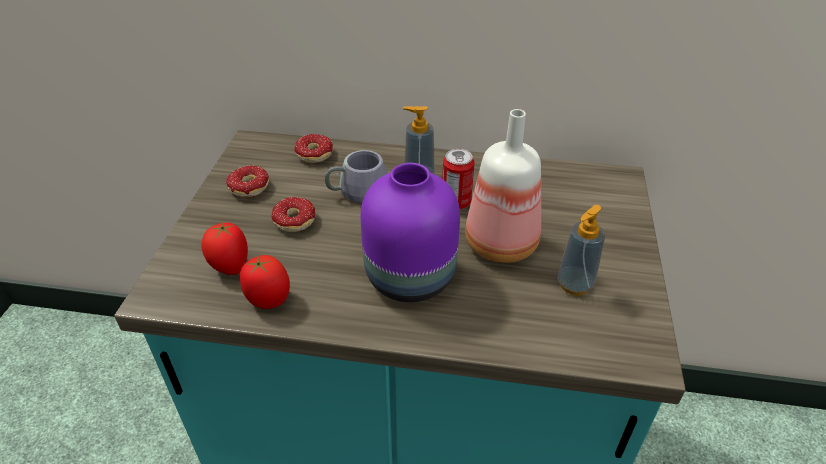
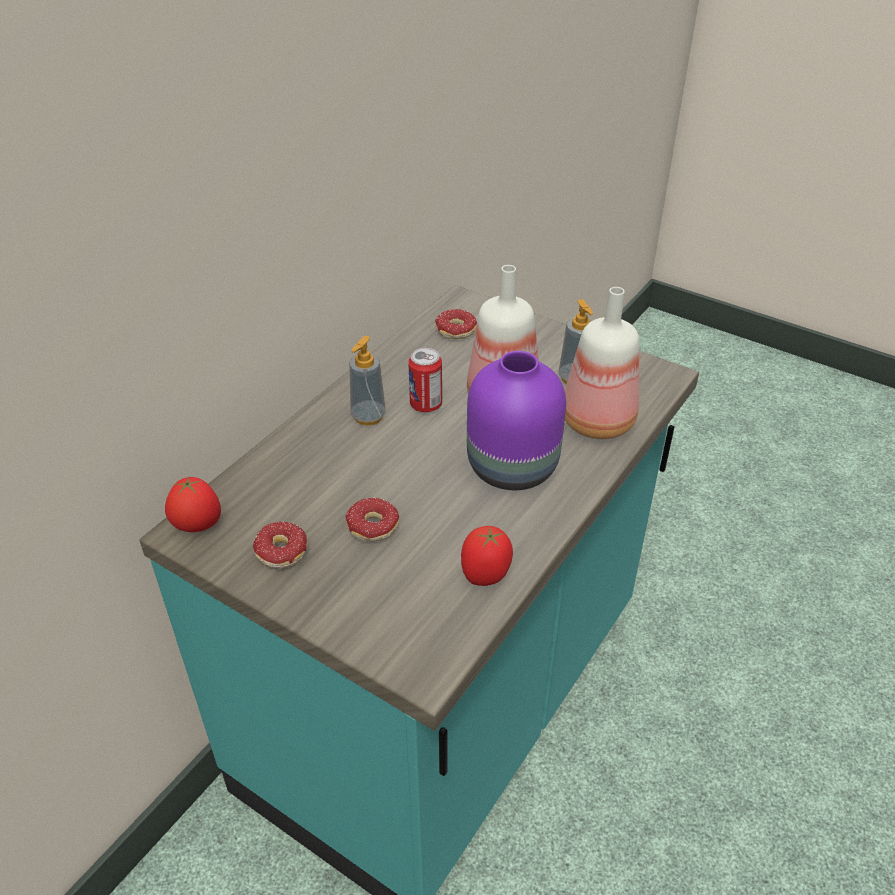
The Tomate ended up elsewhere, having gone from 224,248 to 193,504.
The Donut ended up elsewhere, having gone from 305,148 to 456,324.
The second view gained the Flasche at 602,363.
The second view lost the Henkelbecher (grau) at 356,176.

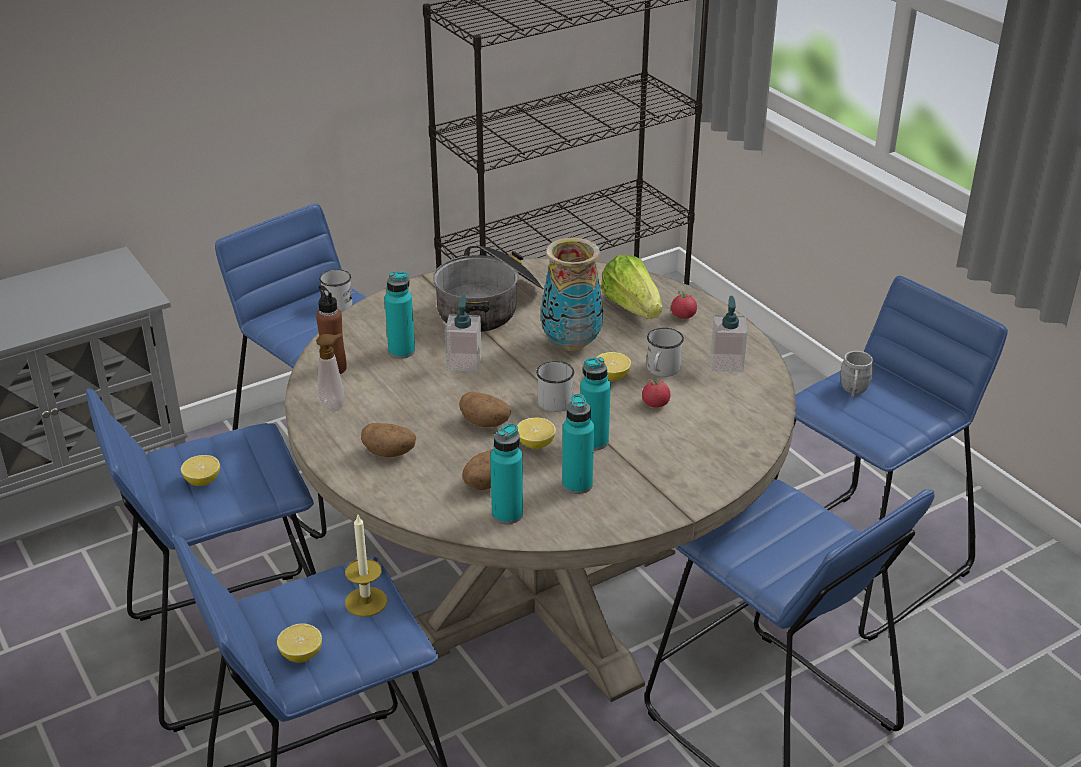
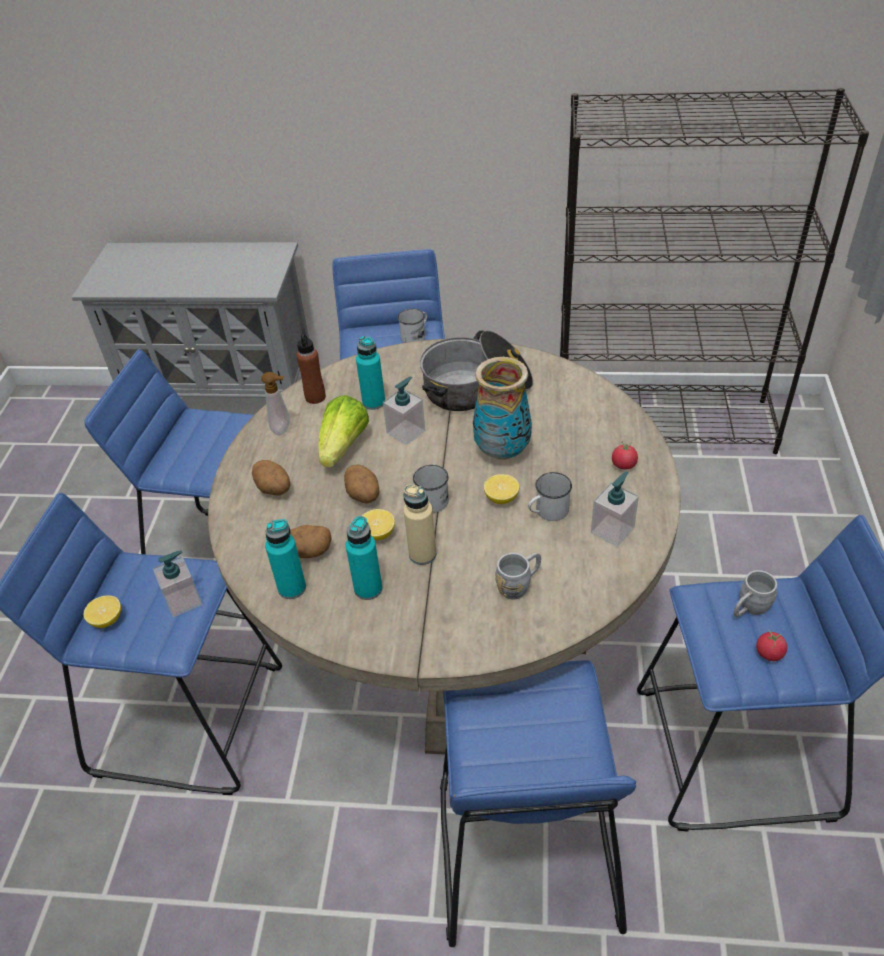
Where the Kerze stood at 366,566, the Seifenspender came to stand at 177,583.
The Salatkopf ended up elsewhere, having gone from 631,287 to 344,431.
What was the Flasche (türkis) at 595,403 turned into the Flasche (beige) at 419,525.
The second view gained the Henkelbecher (grau) at 518,576.
The Tomate ended up elsewhere, having gone from 656,393 to 771,645.
The second view lost the Zitrone at 200,470.

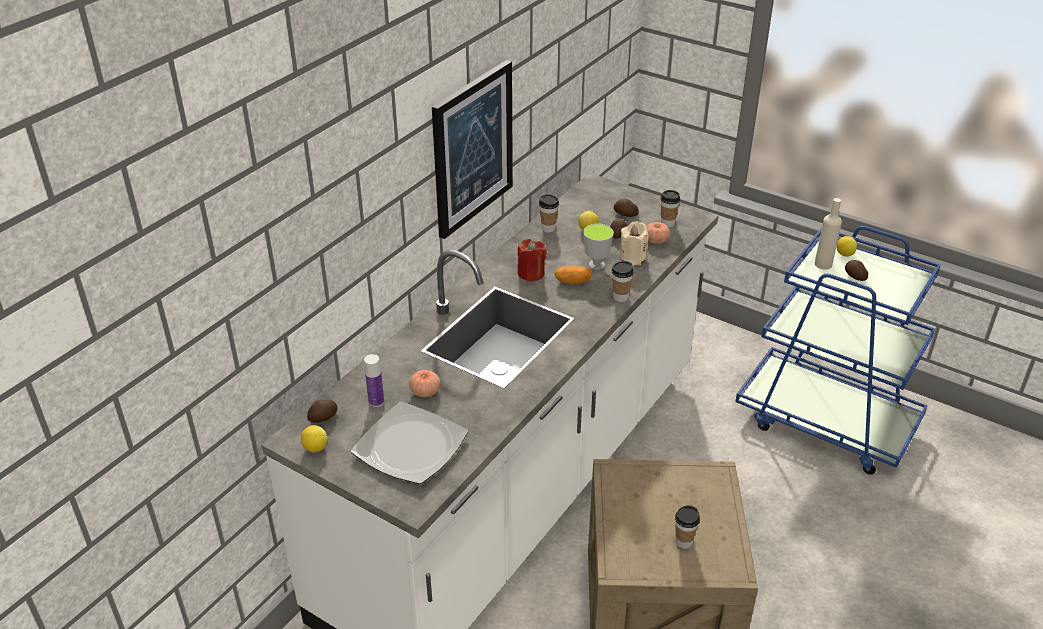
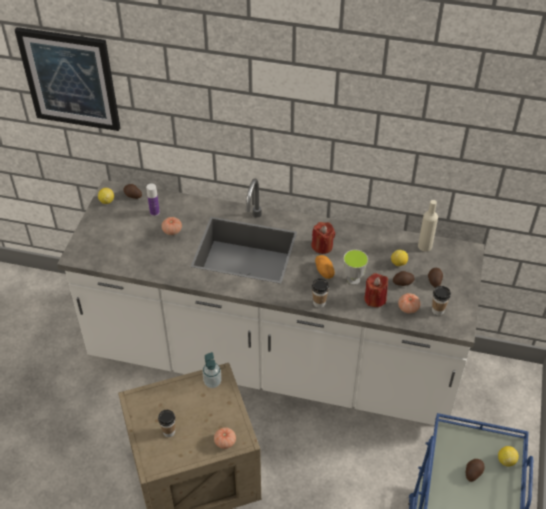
The Bild ended up elsewhere, having gone from 472,149 to 67,79.
The second view gained the Seifenspender at 212,370.
The second view gained the Tomate at 225,438.
What was the Kerze (beige) at 634,243 turned into the Kerze (rot) at 376,290.
The Flasche (beige) ended up elsewhere, having gone from 828,234 to 428,226.
The second view lost the Teller at 409,443.
The second view lost the Tasse at 549,213.

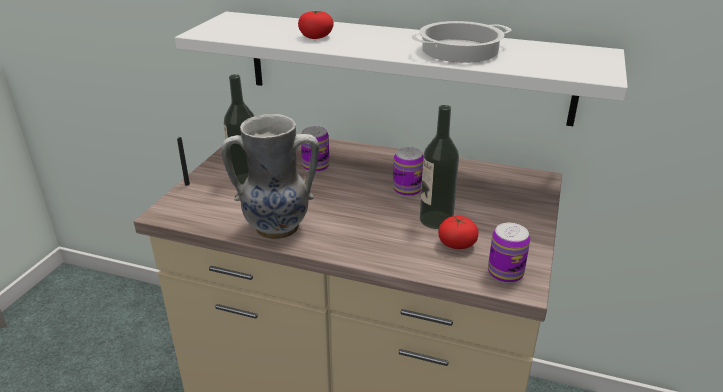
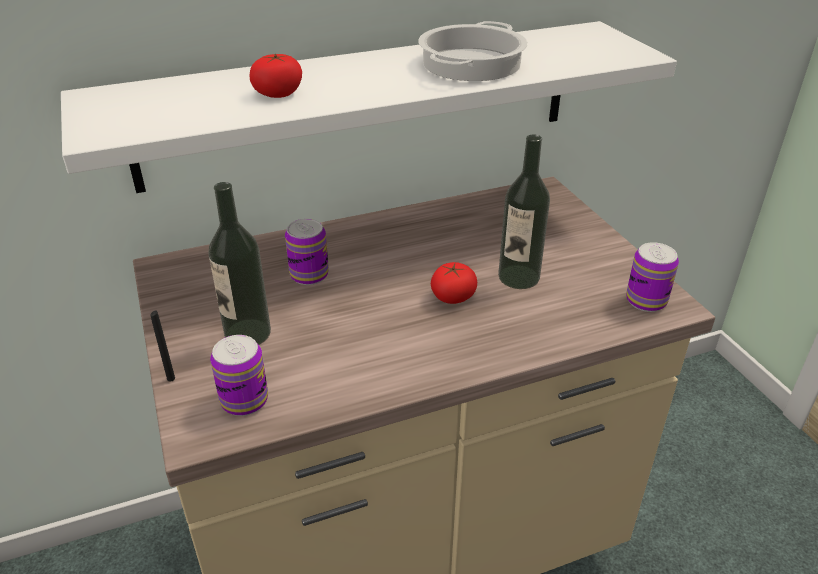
The Dose ended up elsewhere, having gone from 408,172 to 239,375.
The Tomate ended up elsewhere, having gone from 458,232 to 454,283.
The second view lost the Vase at 270,176.

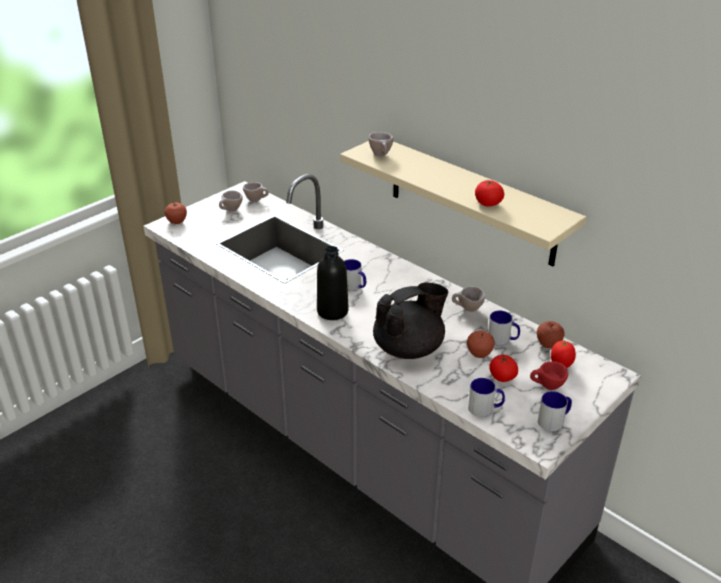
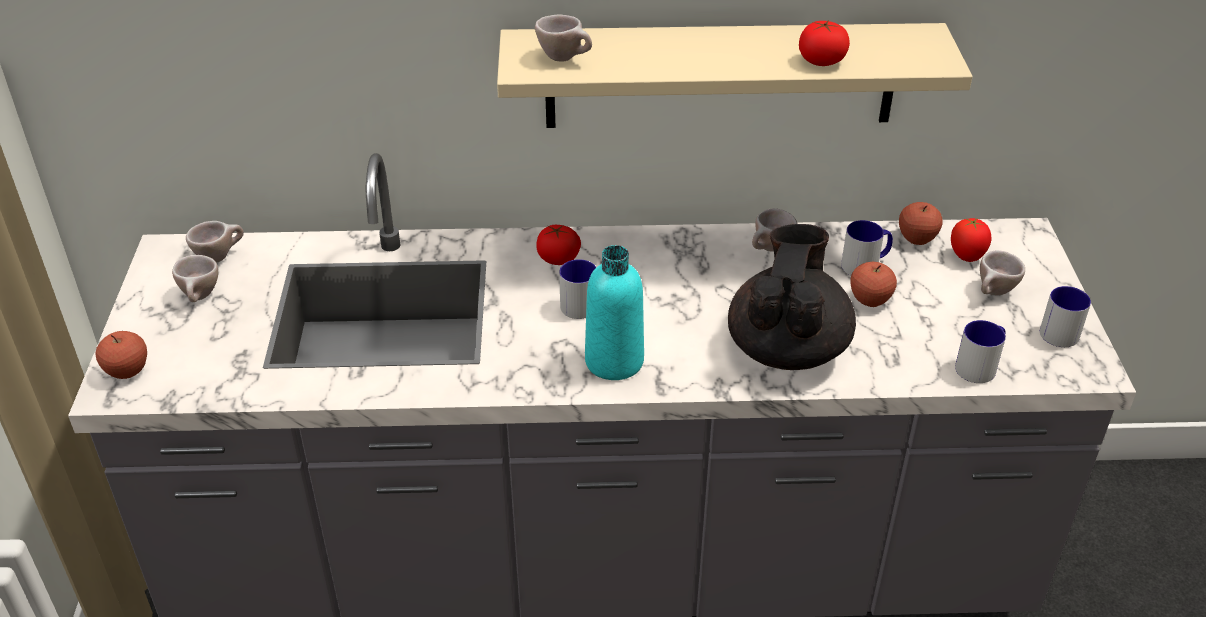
The Tomate ended up elsewhere, having gone from 503,368 to 558,245.
What was the Flasche (schwarz) at 333,283 turned into the Flasche (türkis) at 614,312.
What was the Tasse (rot) at 549,375 turned into the Tasse (beige) at 1002,272.

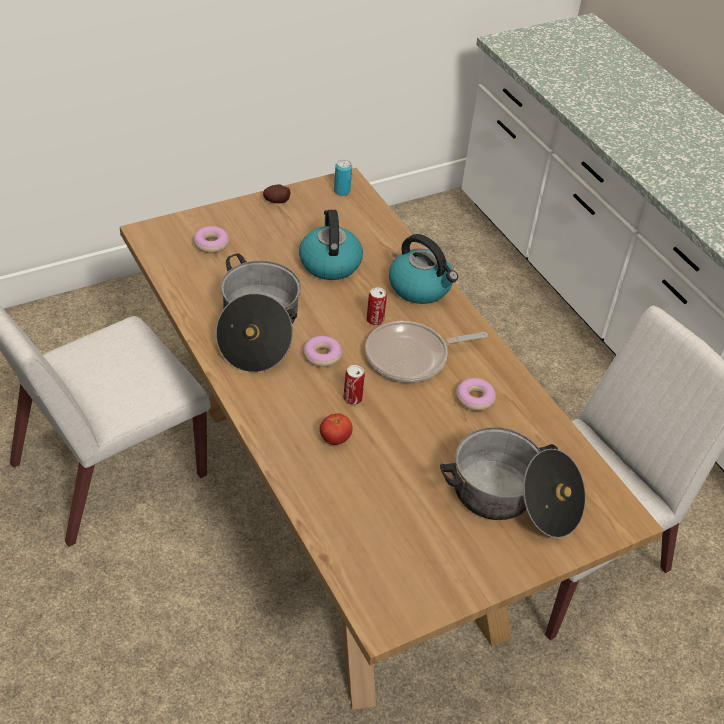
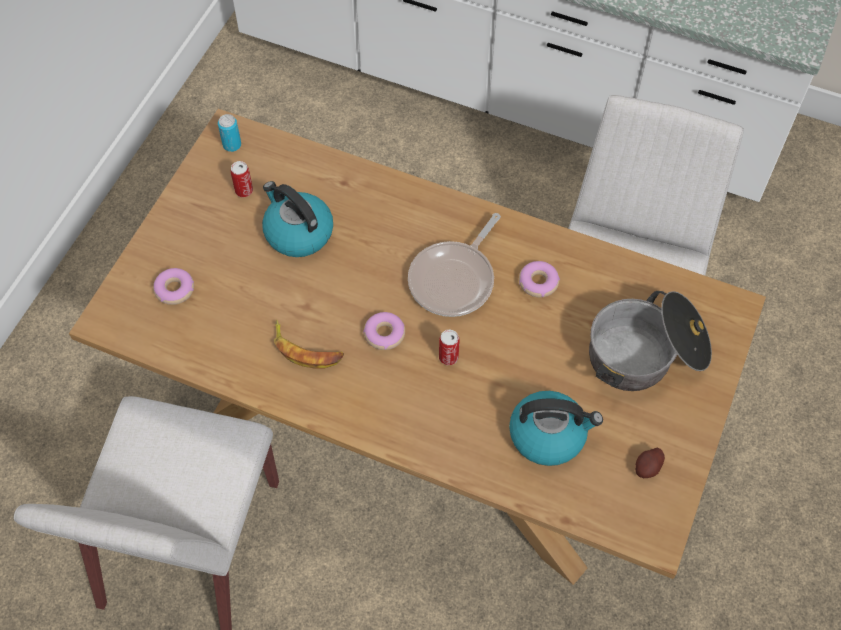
The Dose ended up elsewhere, having gone from 377,306 to 242,179.
Where the Kochtopf stood at 258,312, the Banane came to stand at 309,344.
The Wasserkessel ended up elsewhere, having gone from 423,269 to 556,428.
The Kartoffel ended up elsewhere, having gone from 276,193 to 650,463.
The second view lost the Tomate at 336,429.

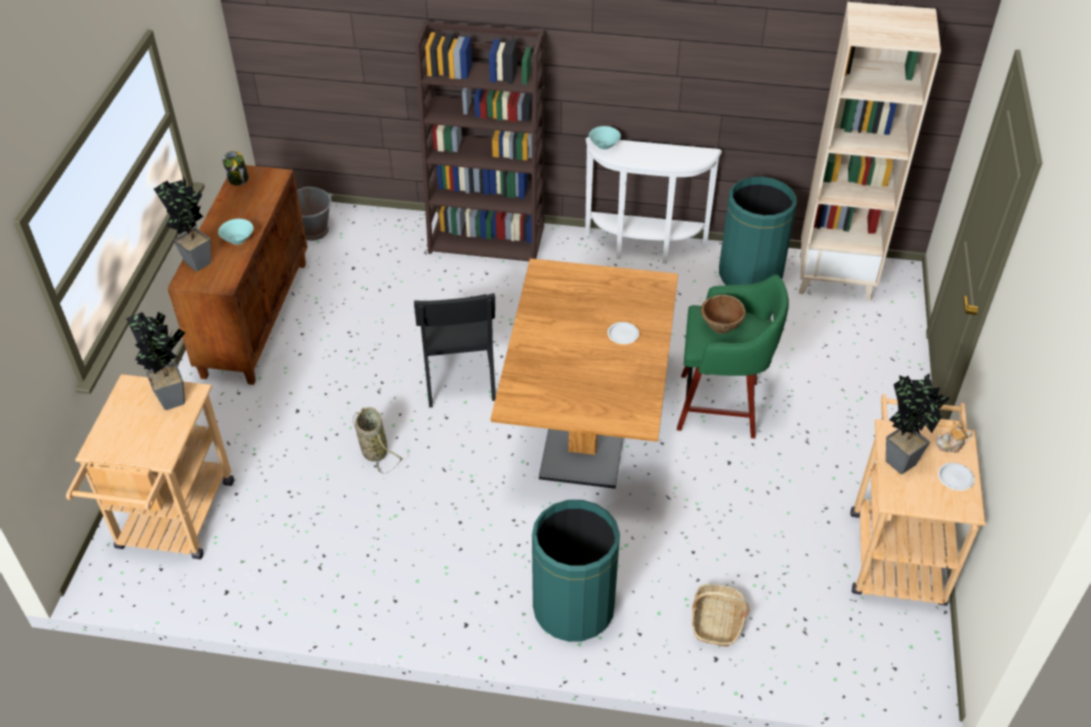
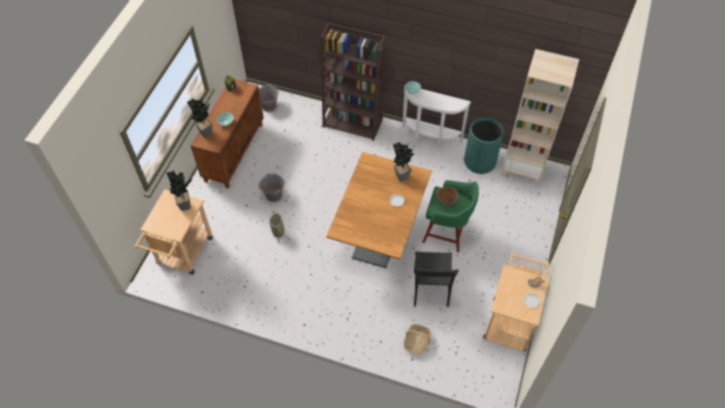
The second view gained the Eimer (grau) at 271,187.
The Topfpflanze ended up elsewhere, having gone from 918,423 to 403,162.
The Stuhl (schwarz) ended up elsewhere, having gone from 455,350 to 436,279.
The second view lost the Mülleimer (grün) at 576,571.

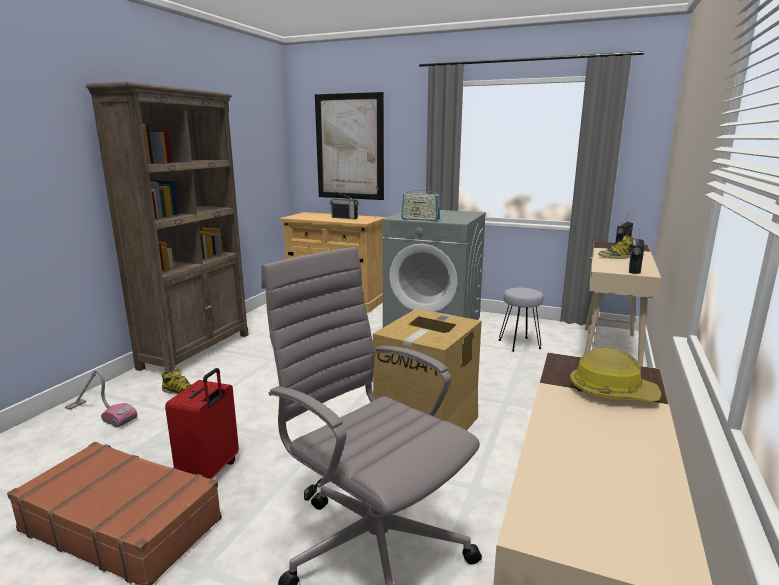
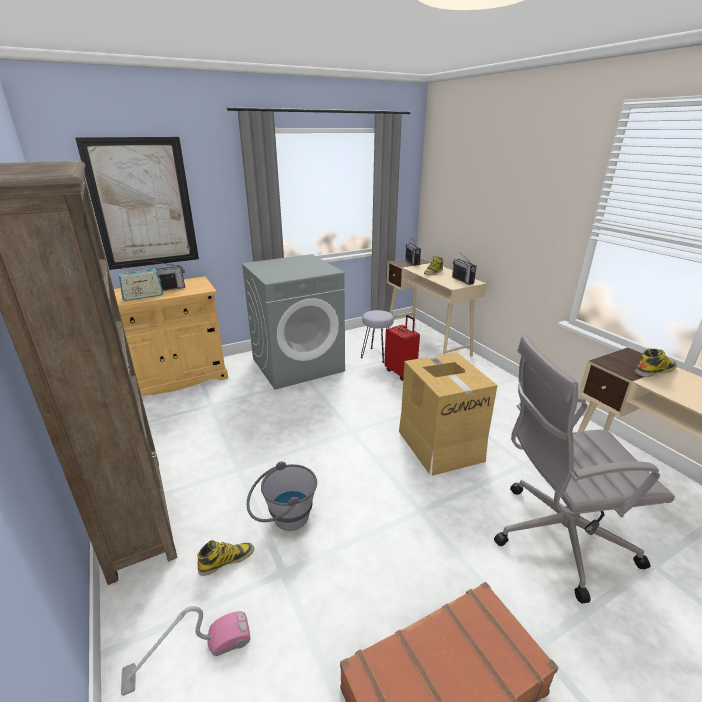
The Radio ended up elsewhere, having gone from 420,204 to 140,284.
The second view gained the Eimer (grau) at 282,496.
The Koffer (rot) ended up elsewhere, having gone from 202,423 to 402,348.
Where the Schutzhelm stood at 615,375, the Stiefel came to stand at 656,362.

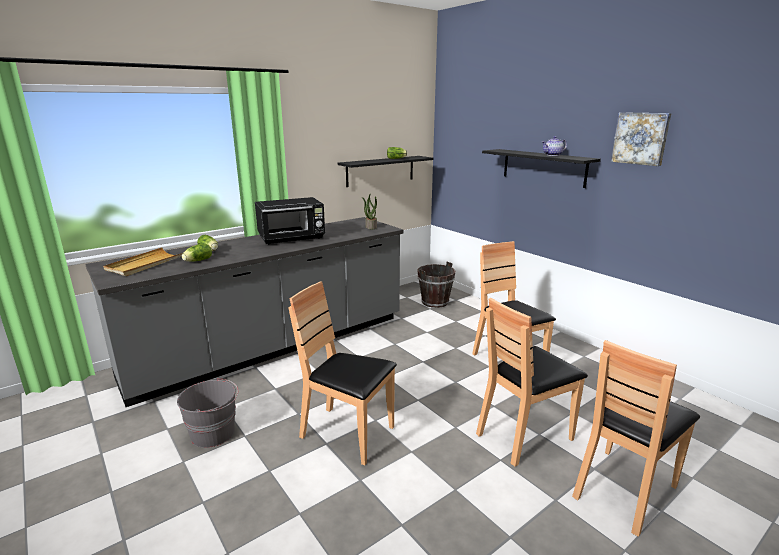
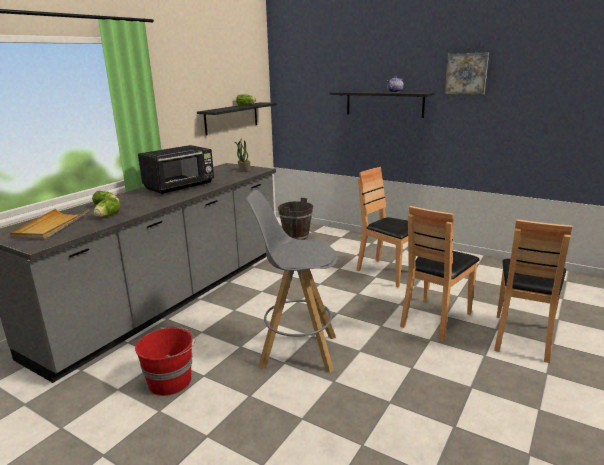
What was the Eimer (grau) at 208,413 turned into the Eimer (rot) at 165,361.
Where the Stuhl (braun) stood at 342,373, the Hocker (grau) came to stand at 292,281.

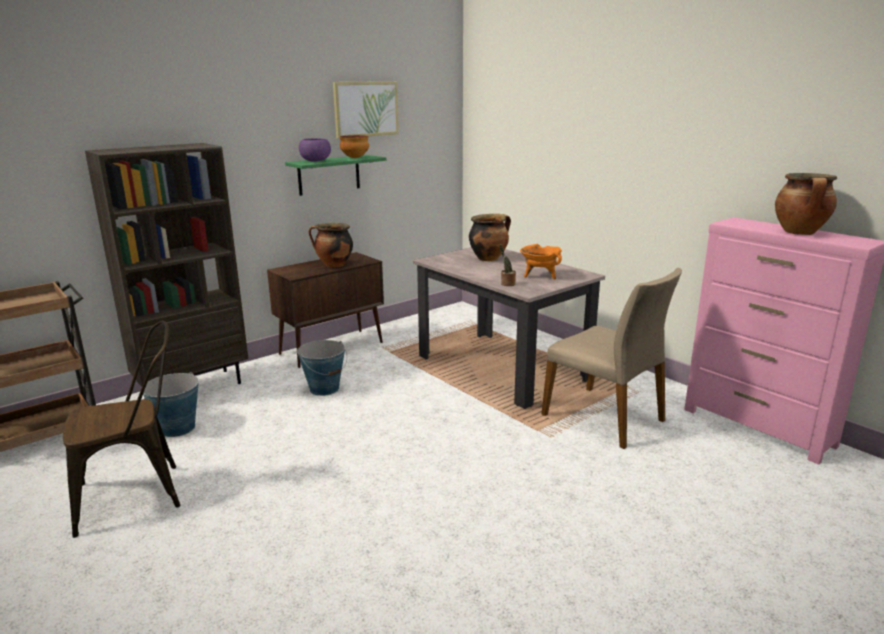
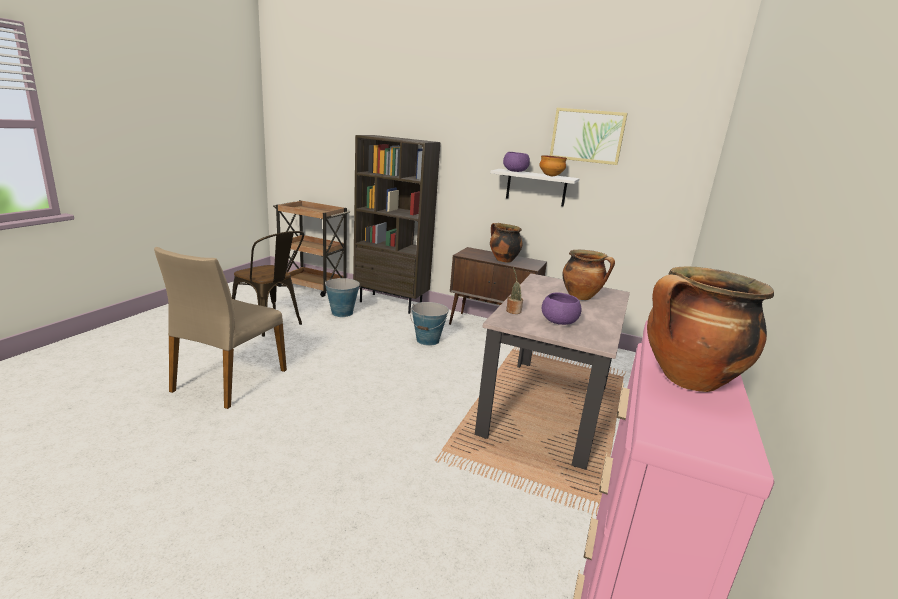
The Stuhl (beige) ended up elsewhere, having gone from 612,358 to 220,328.
What was the Wandregal (grün) at 335,175 turned into the Wandregal (weiß) at 534,187.
Where the Kochtopf (orange) stood at 541,262, the Schüssel (lila) came to stand at 561,308.

